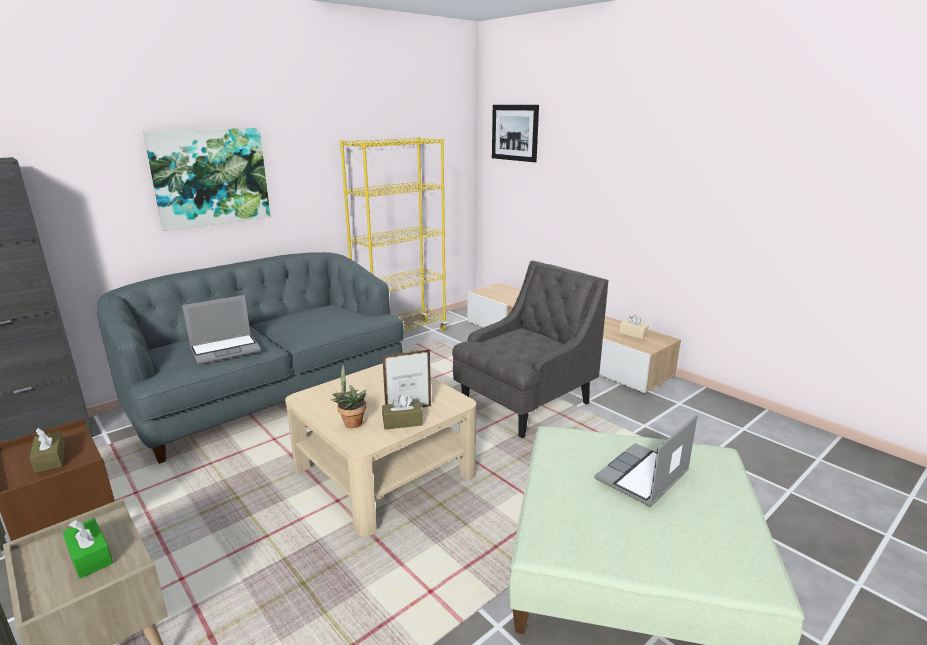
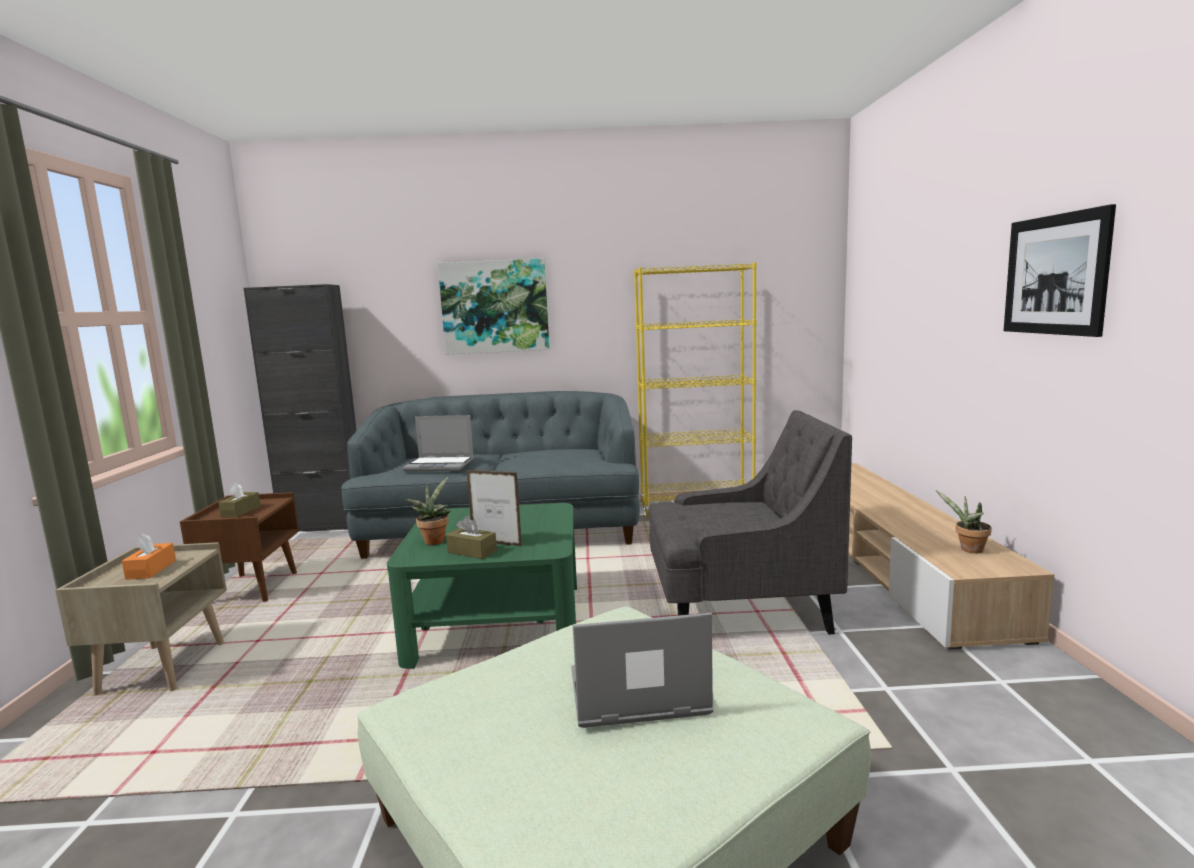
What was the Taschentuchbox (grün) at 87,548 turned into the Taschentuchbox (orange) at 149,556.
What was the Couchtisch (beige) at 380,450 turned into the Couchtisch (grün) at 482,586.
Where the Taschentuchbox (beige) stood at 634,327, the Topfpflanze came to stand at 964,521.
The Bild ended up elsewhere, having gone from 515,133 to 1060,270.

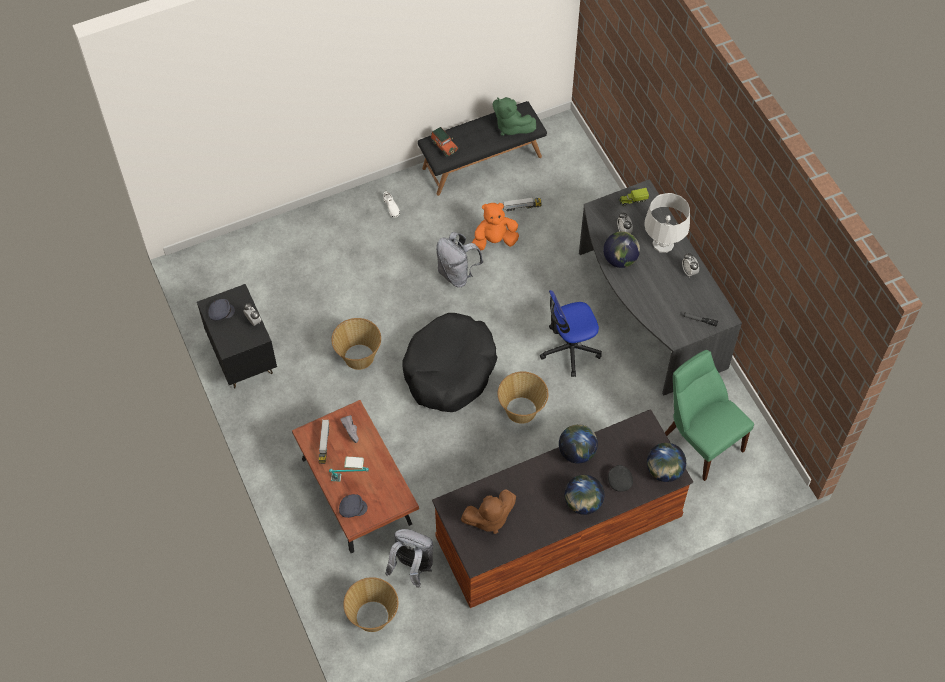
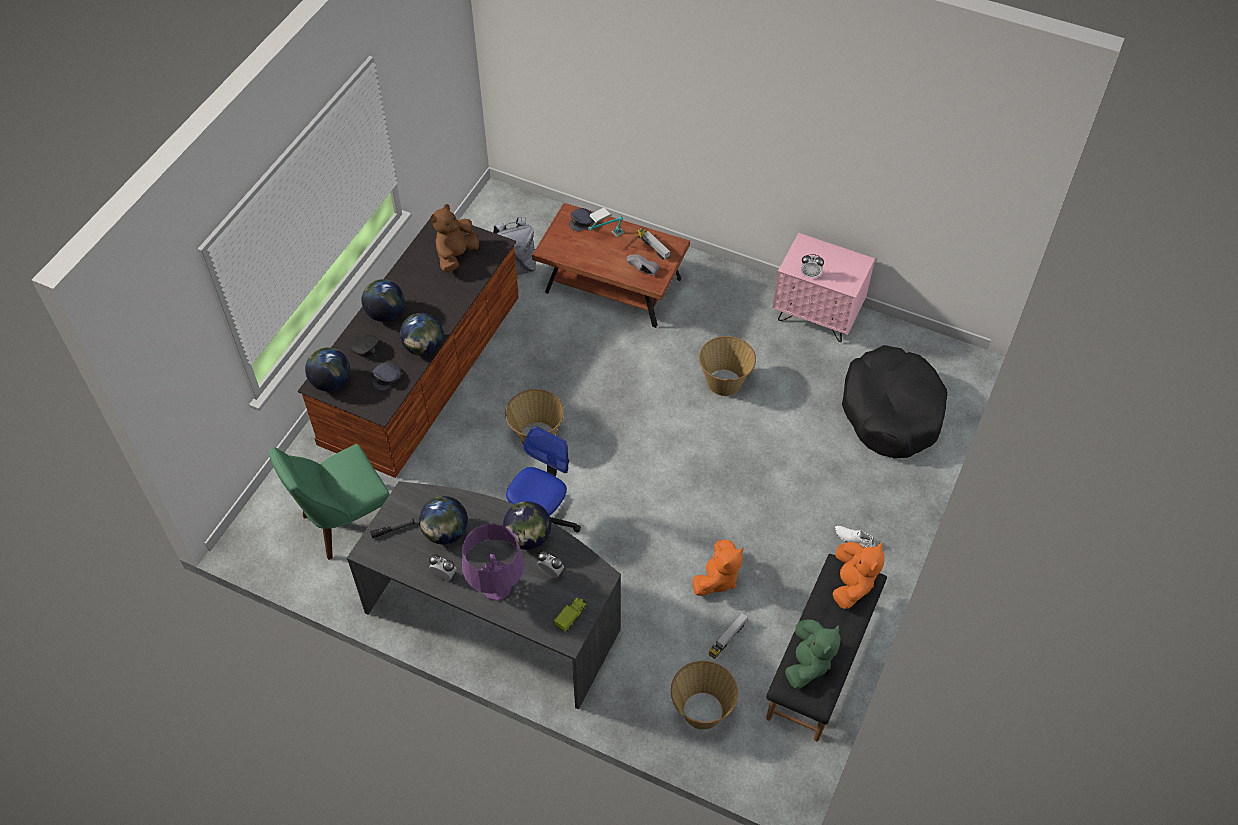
The Stuhl (grün) at 709,415 ended up facing another way, 135 degrees clockwise from before.
The Kappe (grau) ended up elsewhere, having gone from 221,310 to 386,376.
The second view gained the Globus at 443,520.
What was the Tischlampe (grau) at 667,223 turned into the Tischlampe (lila) at 493,561.
The Korb ended up elsewhere, having gone from 370,604 to 704,695.
What was the Nachttisch (schwarz) at 237,336 turned into the Nachttisch (rosa) at 824,287.
The Plüschtier (grün) at 514,116 ended up facing another way, 105 degrees clockwise from before.
Where the Spielzeugauto stood at 445,142, the Plüschtier (orange) came to stand at 859,575.
The Hundebett (schwarz) ended up elsewhere, having gone from 449,362 to 895,402.
The second view lost the Rucksack (grau) at 460,259.

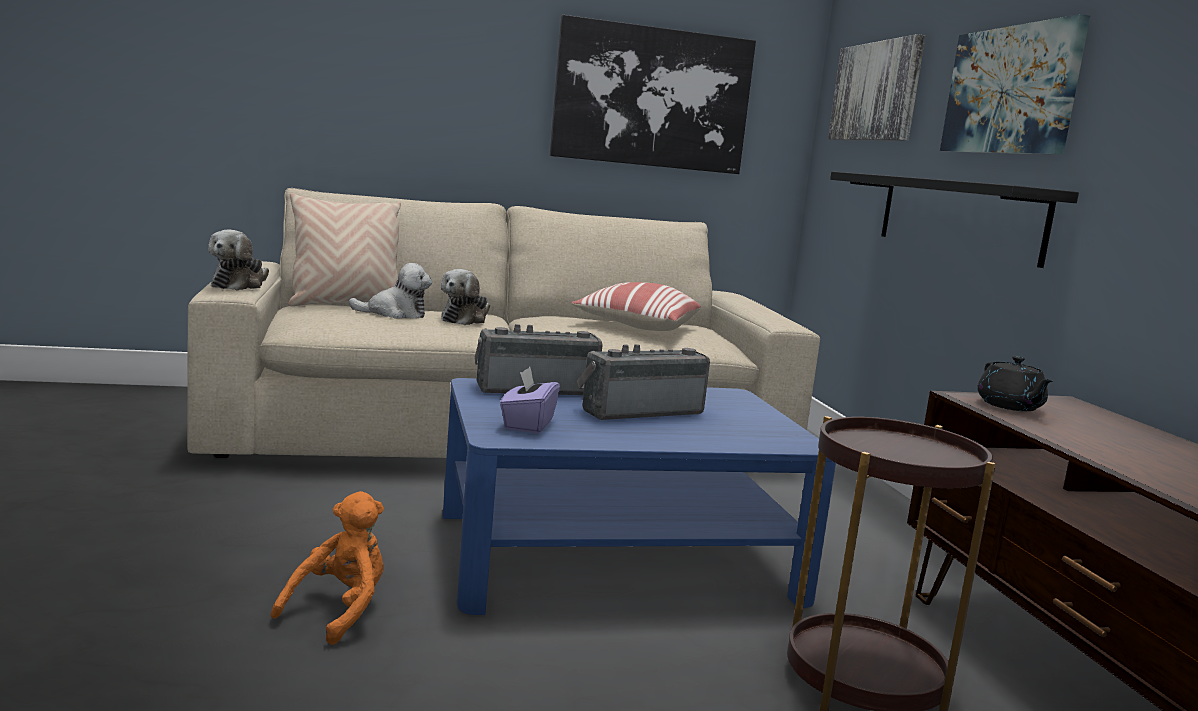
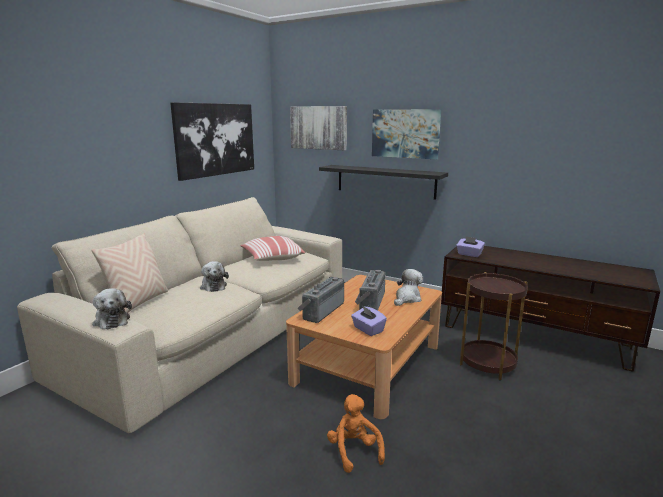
What was the Couchtisch (blau) at 639,496 turned into the Couchtisch (braun) at 364,347.
The Plüschtier ended up elsewhere, having gone from 390,291 to 408,287.
Where the Teekanne (schwarz) stood at 1015,383, the Taschentuchbox (lila) came to stand at 470,246.

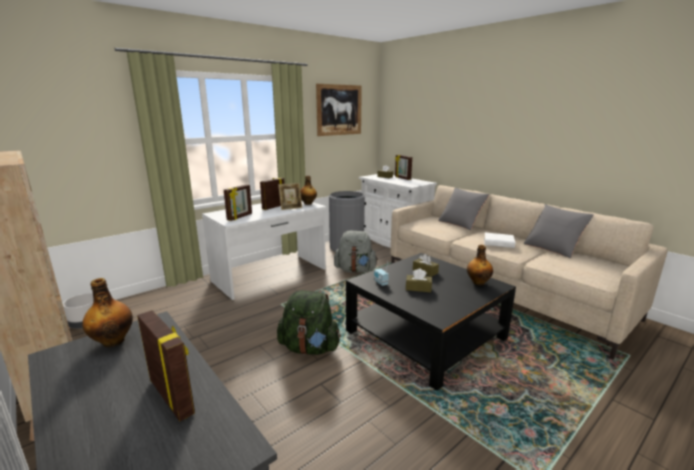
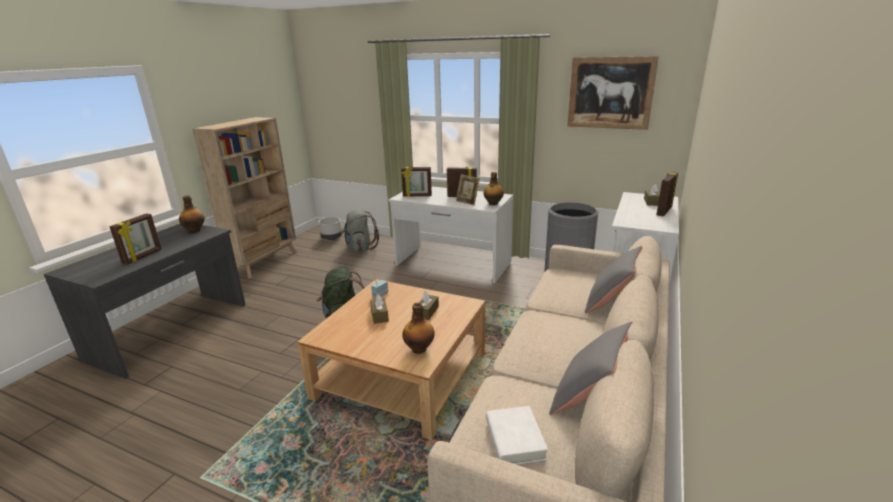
What was the Couchtisch (schwarz) at 431,322 turned into the Couchtisch (beige) at 391,359.
The Rucksack (grau) ended up elsewhere, having gone from 356,252 to 360,230.
The Buch (weiß) ended up elsewhere, having gone from 499,240 to 517,435.

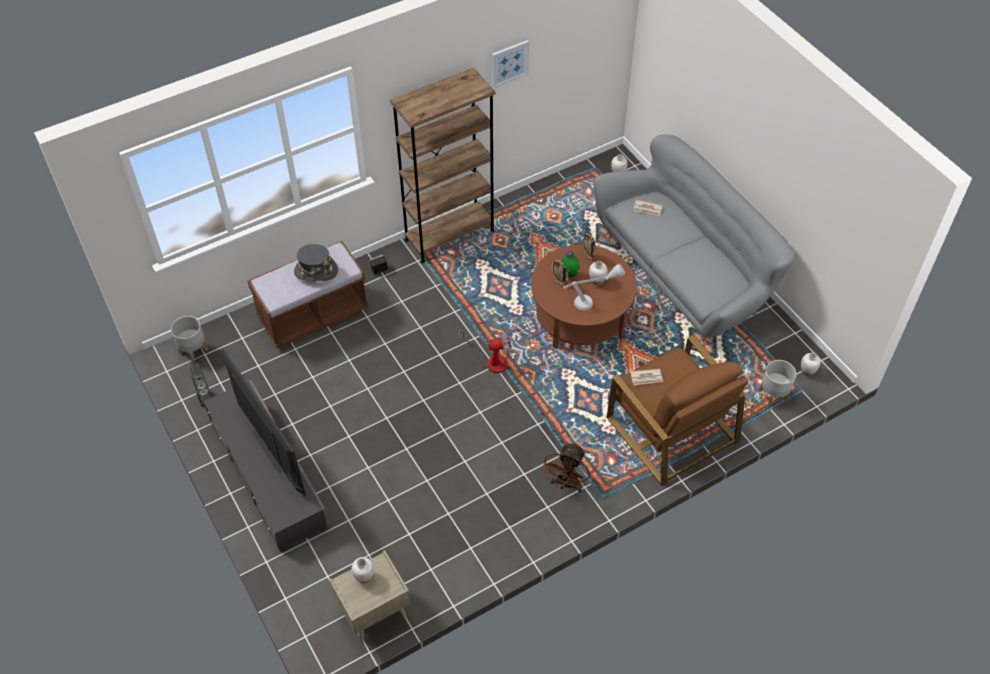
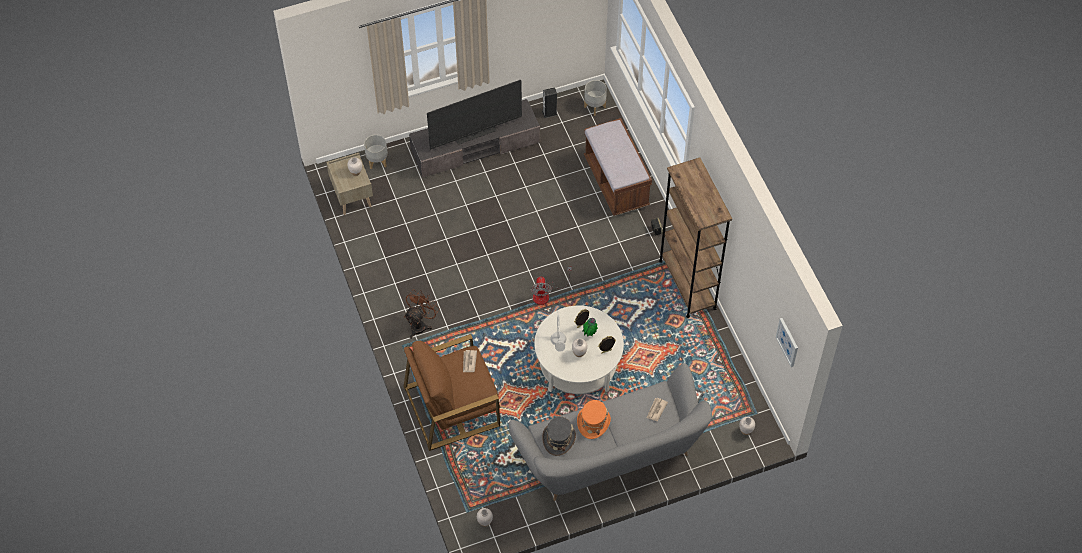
The Pflanzkübel (grau) ended up elsewhere, having gone from 777,383 to 376,152.
The Ventilator (braun) at 566,467 ended up facing another way, 90 degrees clockwise from before.
What was the Couchtisch (braun) at 584,297 turned into the Couchtisch (weiß) at 579,349.
The Hut (grau) ended up elsewhere, having gone from 316,262 to 559,436.
The second view gained the Hut (orange) at 594,419.
The Bild ended up elsewhere, having gone from 510,64 to 787,342.

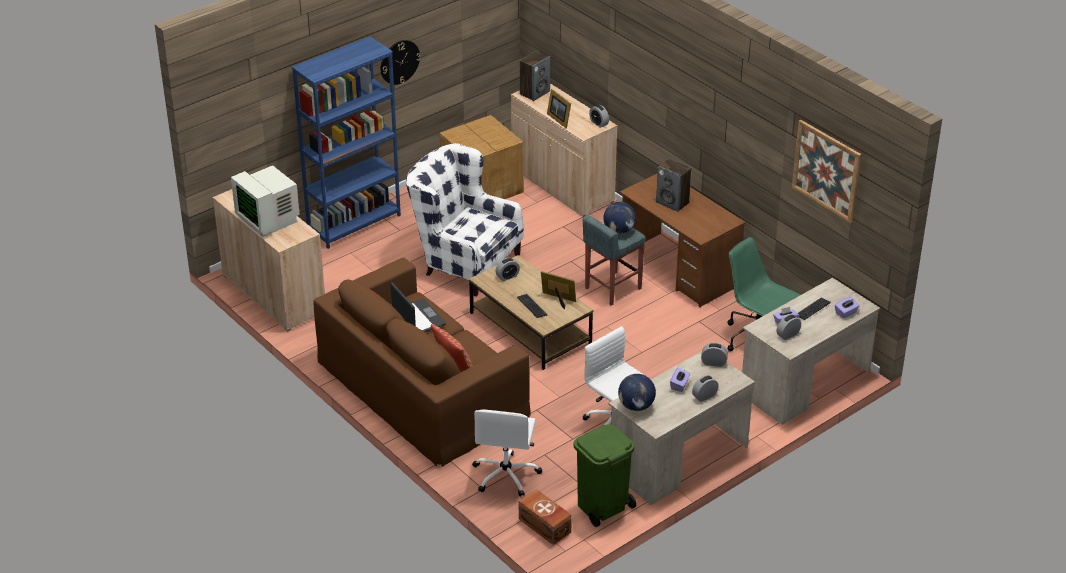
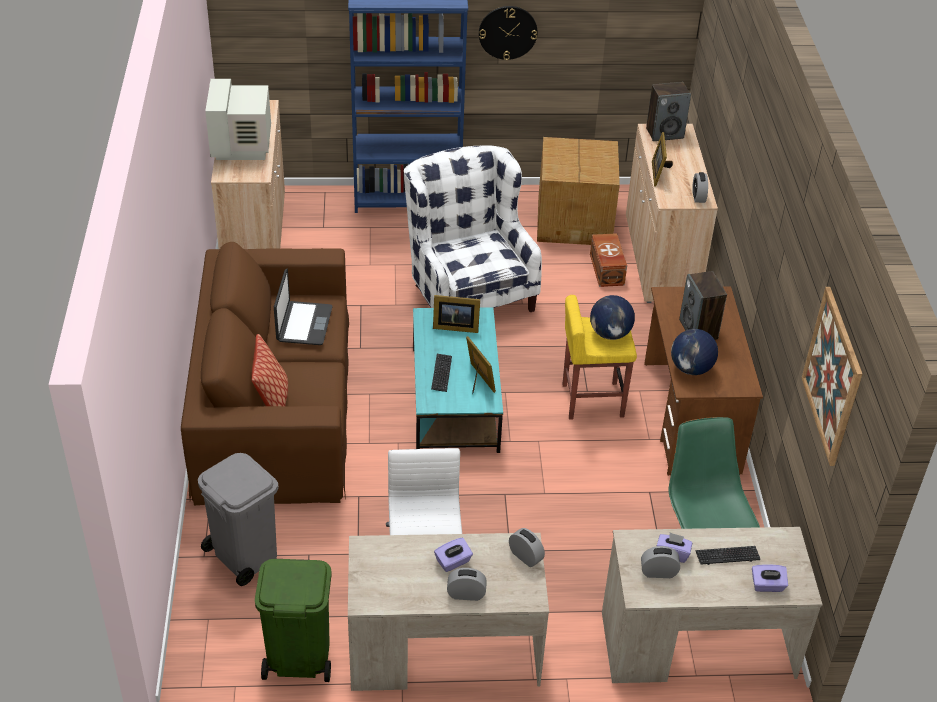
Where the Bürostuhl (weiß) stood at 507,453, the Mülleimer (grau) came to stand at 238,519.
What was the Couchtisch (braun) at 531,312 turned into the Couchtisch (türkis) at 458,380.
Where the Wecker stood at 507,269, the Bilderrahmen came to stand at 456,314.
What was the Hocker (grau) at 614,260 turned into the Hocker (gelb) at 599,357.
The Aufbewahrungsbox (braun) ended up elsewhere, having gone from 545,517 to 608,260.
The Globus ended up elsewhere, having gone from 637,392 to 694,352.

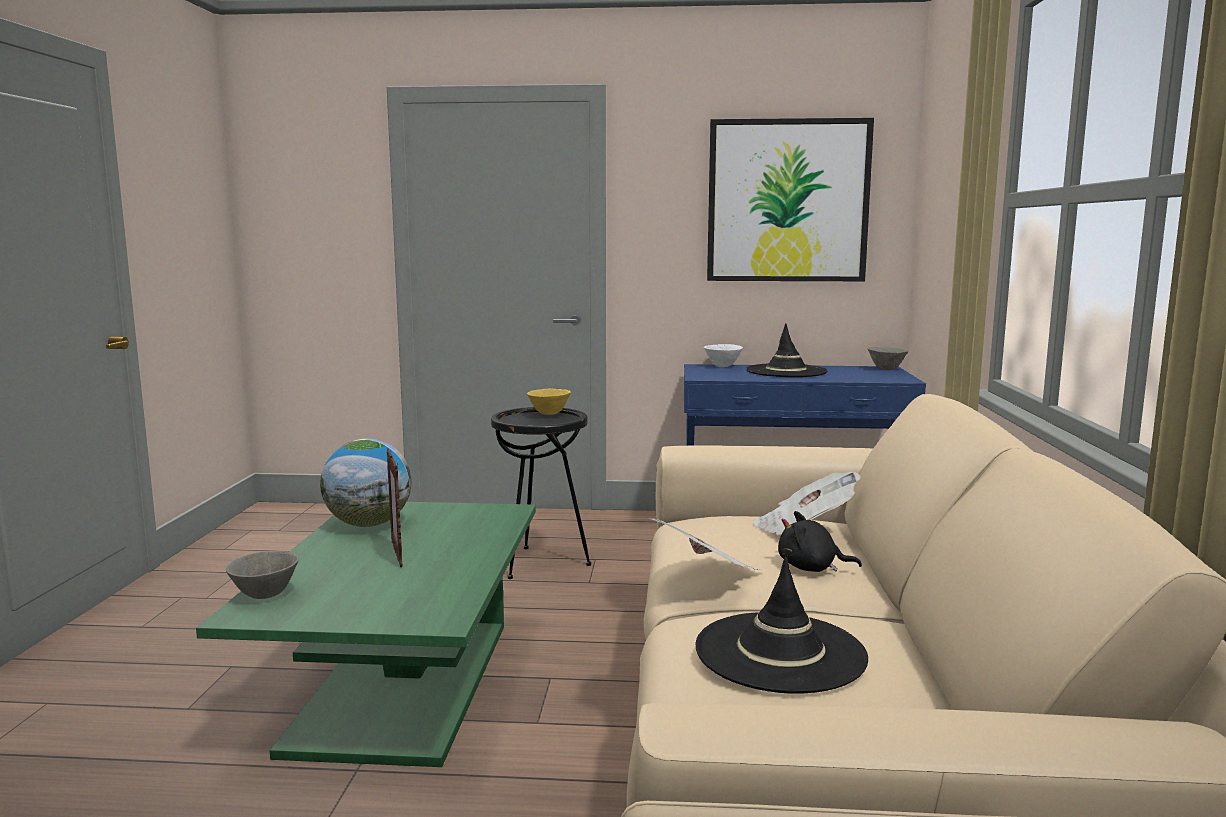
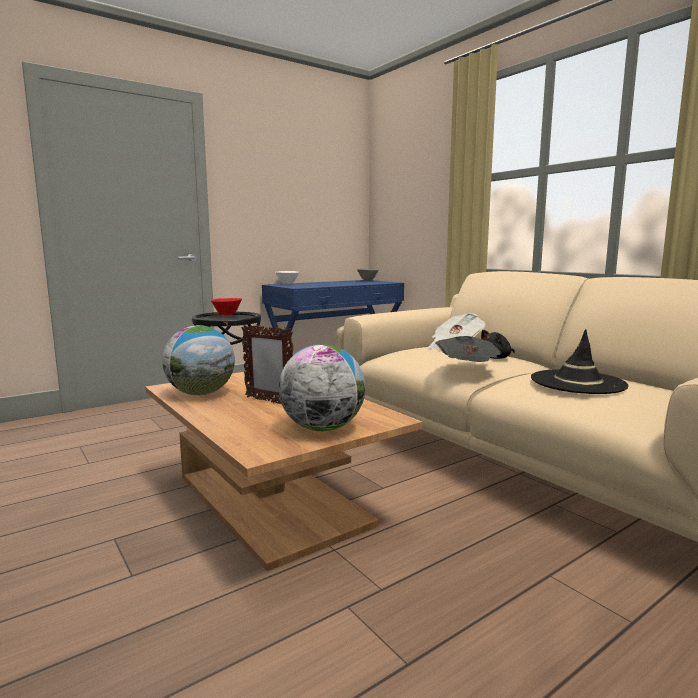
What was the Couchtisch (grün) at 366,634 turned into the Couchtisch (braun) at 283,471.
What was the Schüssel (gelb) at 549,402 turned into the Schüssel (rot) at 226,306.
The second view gained the Globus at 322,387.
The second view lost the Schüssel (grau) at 262,575.
The second view lost the Bild at 790,199.
The second view lost the Hut (schwarz) at 786,350.

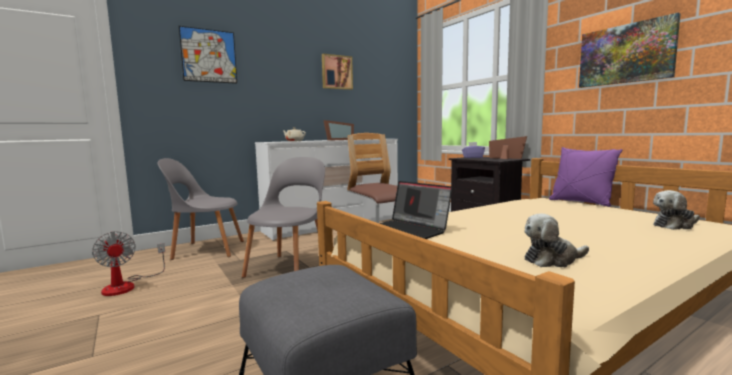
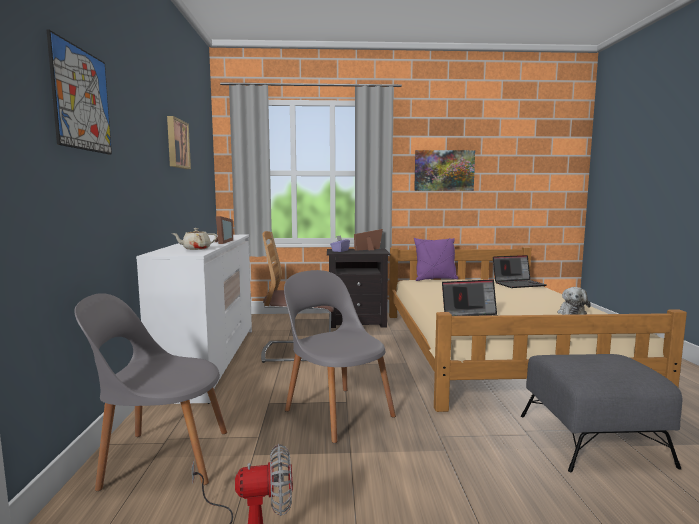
The Stuhl (grau) at 201,209 ended up facing another way, 60 degrees clockwise from before.
Where the Plüschtier stood at 676,210, the Laptop came to stand at 520,271.

